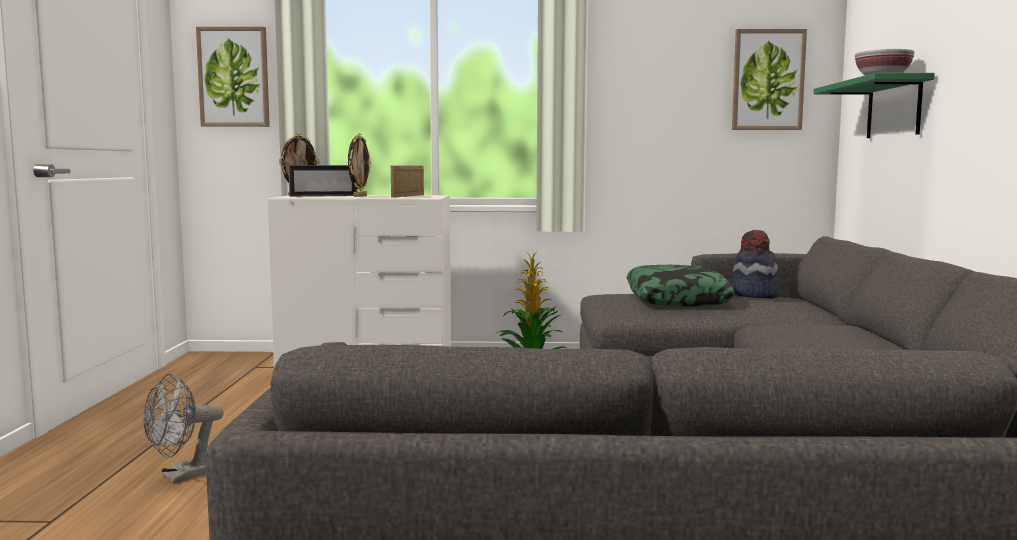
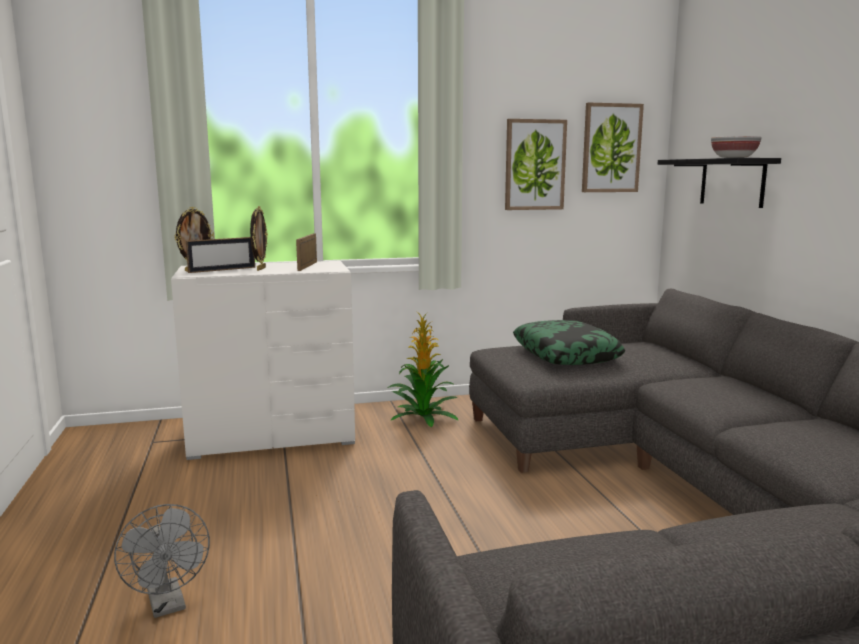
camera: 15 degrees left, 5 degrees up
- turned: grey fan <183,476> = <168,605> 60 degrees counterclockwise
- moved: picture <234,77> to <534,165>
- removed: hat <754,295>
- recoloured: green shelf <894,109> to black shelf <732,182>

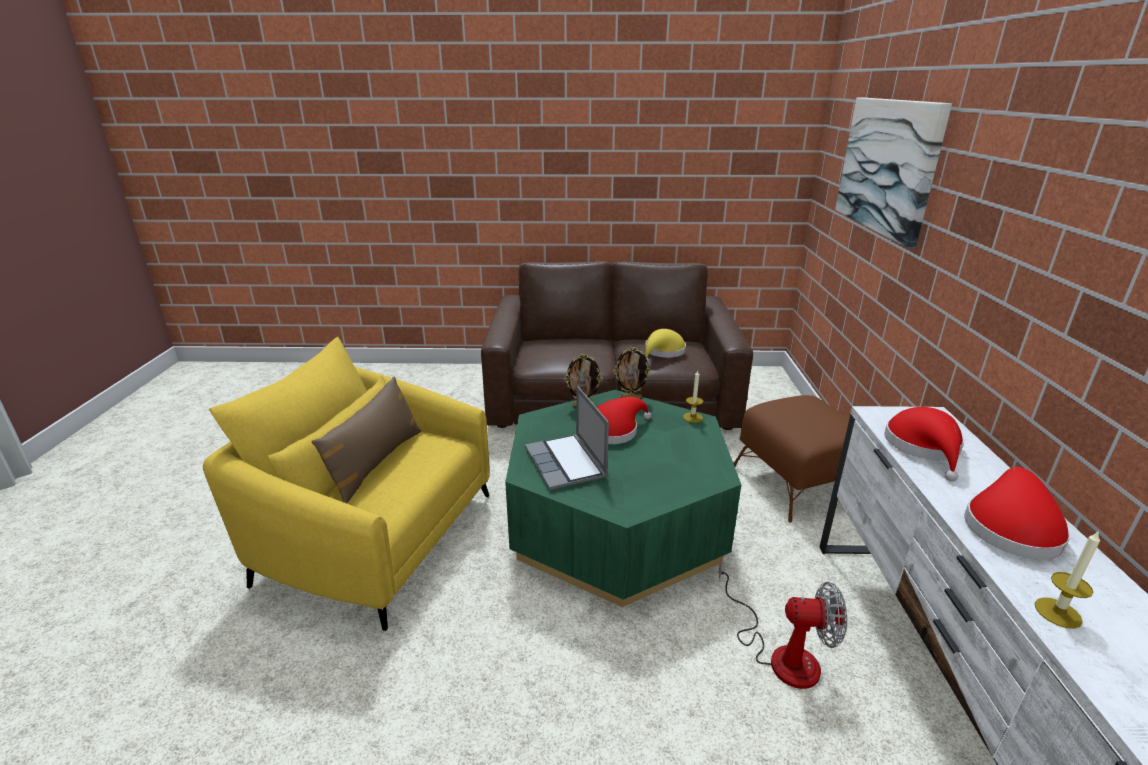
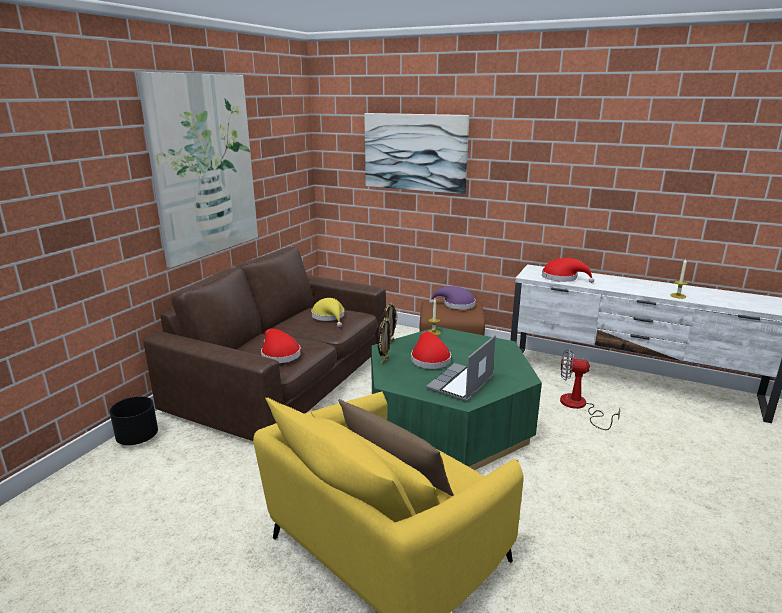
camera: 65 degrees left, 5 degrees down
- turned: laptop <567,463> = <460,384> 120 degrees clockwise
- turned: fan <780,654> = <579,406> 105 degrees counterclockwise
- moved: red hat <1010,527> to <279,354>
- added: black planter <138,438>
- added: picture <204,167>
- added: purple hat <456,305>

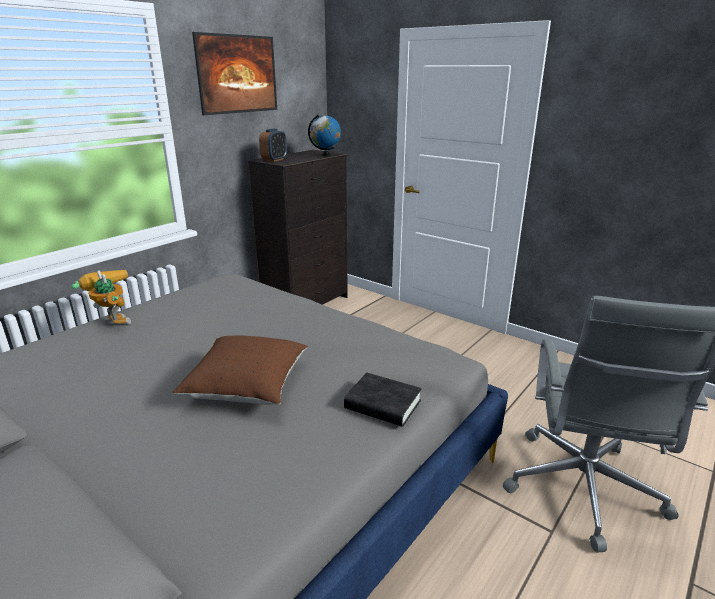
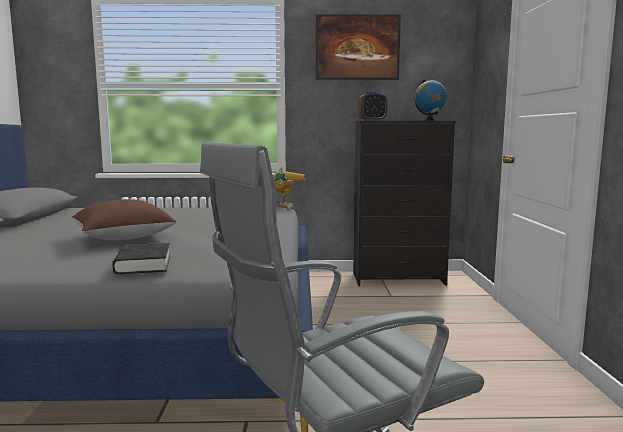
camera: 50 degrees right, 15 degrees down
- moved: toy robot <111,320> to <284,206>

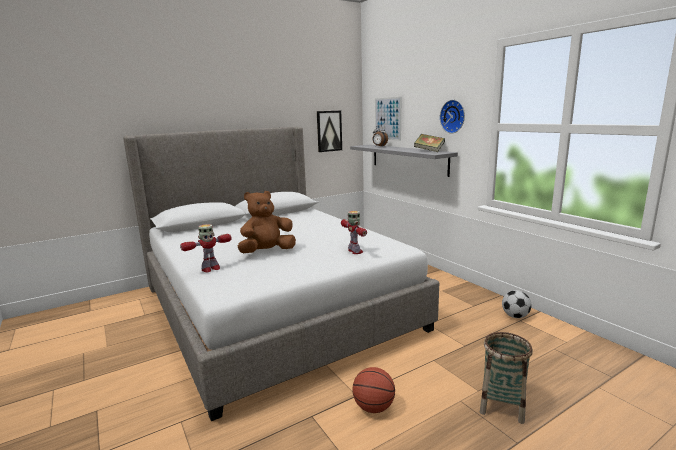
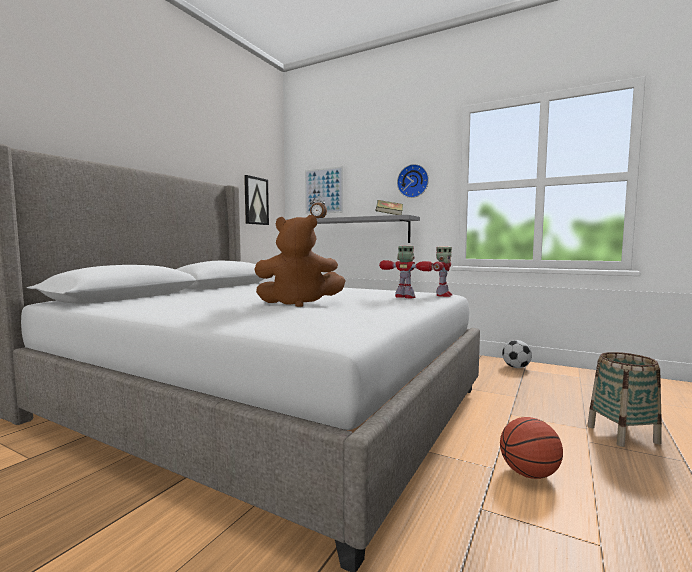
camera: 30 degrees left, 10 degrees down
- moved: toy robot <210,269> to <443,295>
- turned: brown plush toy <267,252> = <299,304> 120 degrees counterclockwise

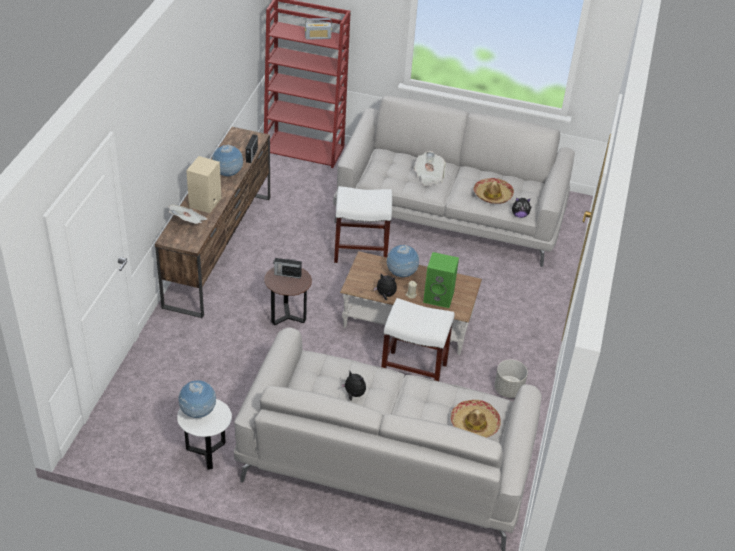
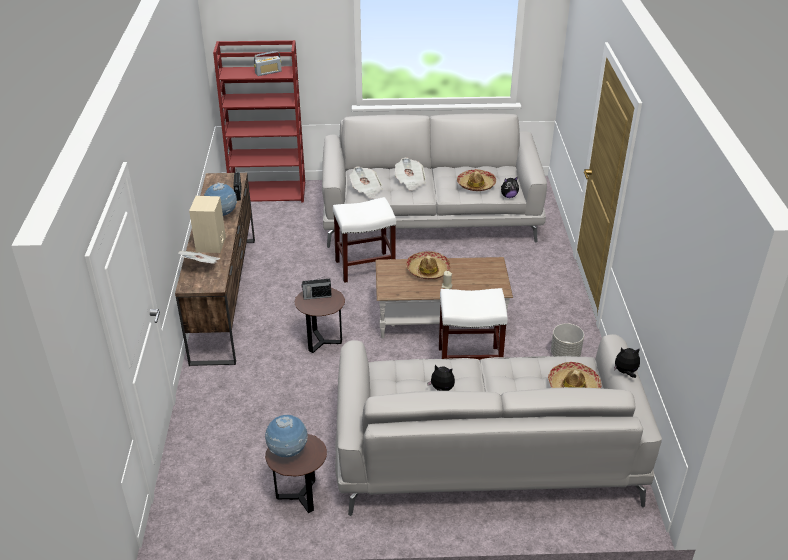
camera: 15 degrees left, 5 degrees down
- recoloured: white side table <207,453> to brown side table <300,497>
- moved: plush toy <385,295> to <625,372>
- replaced: globe <401,274> to hat <428,270>
- removed: green speaker <439,297>
- added: newspaper <366,190>

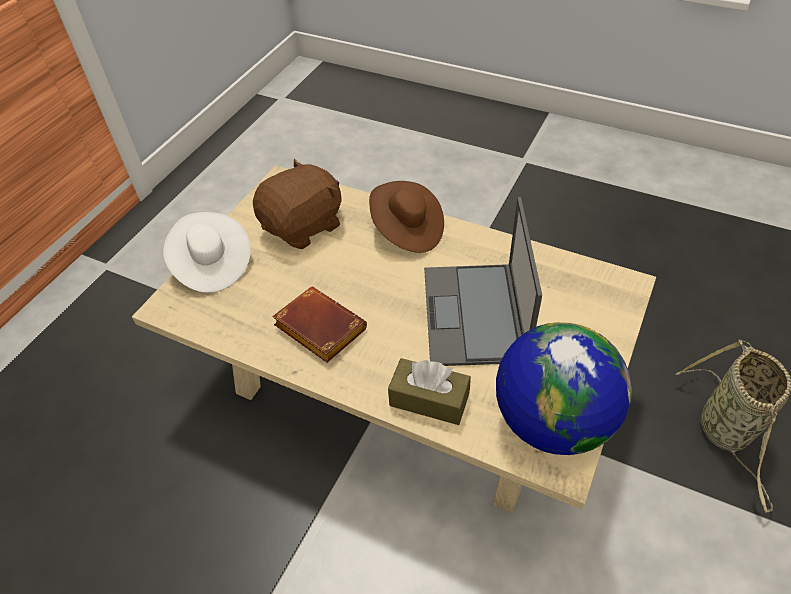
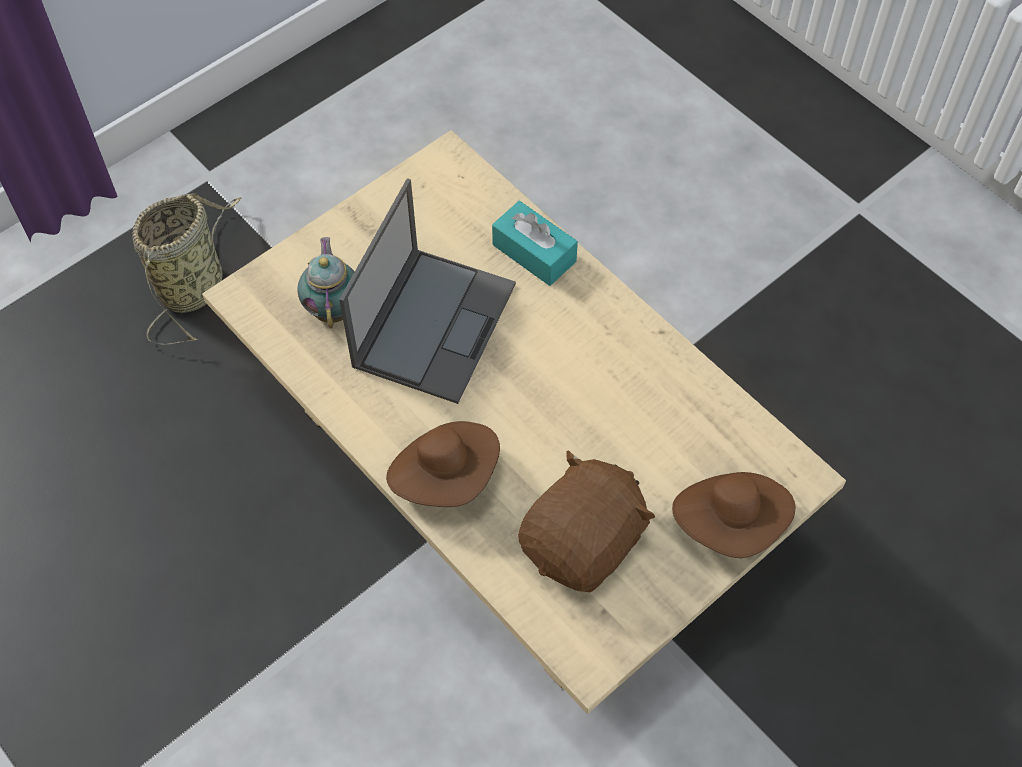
camera: 160 degrees left, 10 degrees up
- recoloured: white hat <211,265> to brown hat <730,523>
- turned: brown plush toy <304,226> = <584,543> 150 degrees clockwise
- removed: brown book <317,329>
- recoloured: brown tissue box <429,399> to turquoise tissue box <534,253>
- removed: globe <552,420>
- added: teapot <333,308>

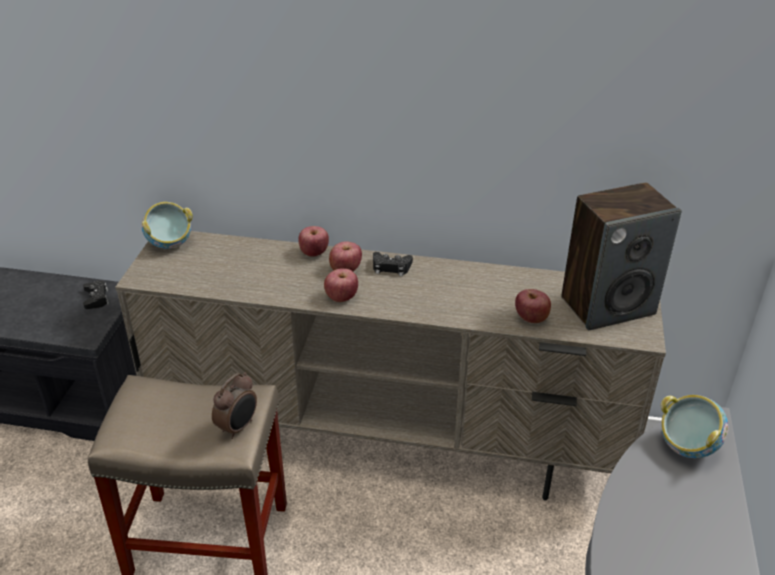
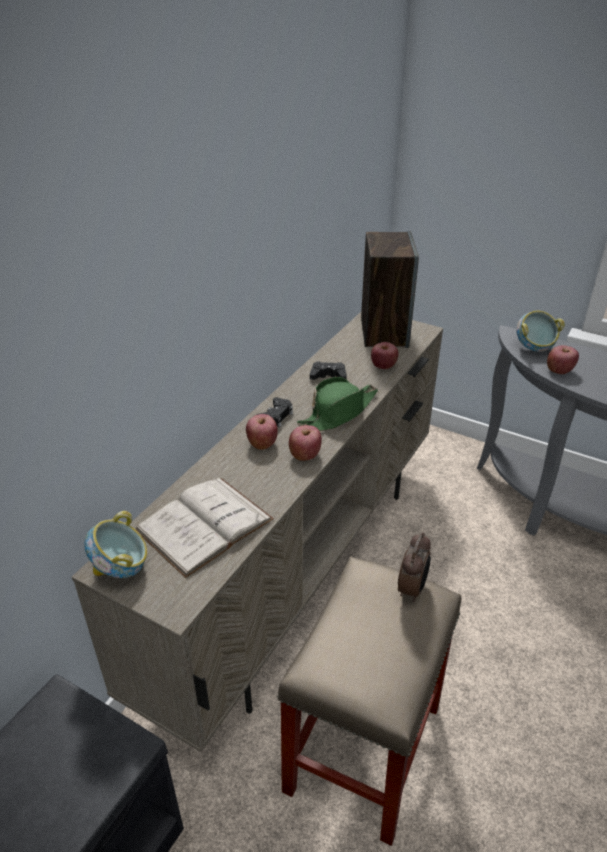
camera: 70 degrees left, 0 degrees up
- moved: black game controller <96,298> to <328,376>
- turned: alarm clock <238,427> = <412,588> 60 degrees clockwise
- moved: apple <314,253> to <559,370>
- added: white book <204,524>
- added: green hat <338,412>

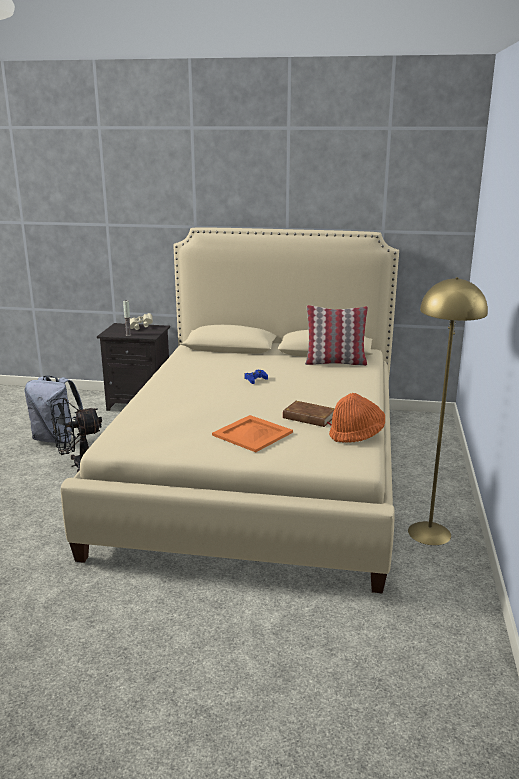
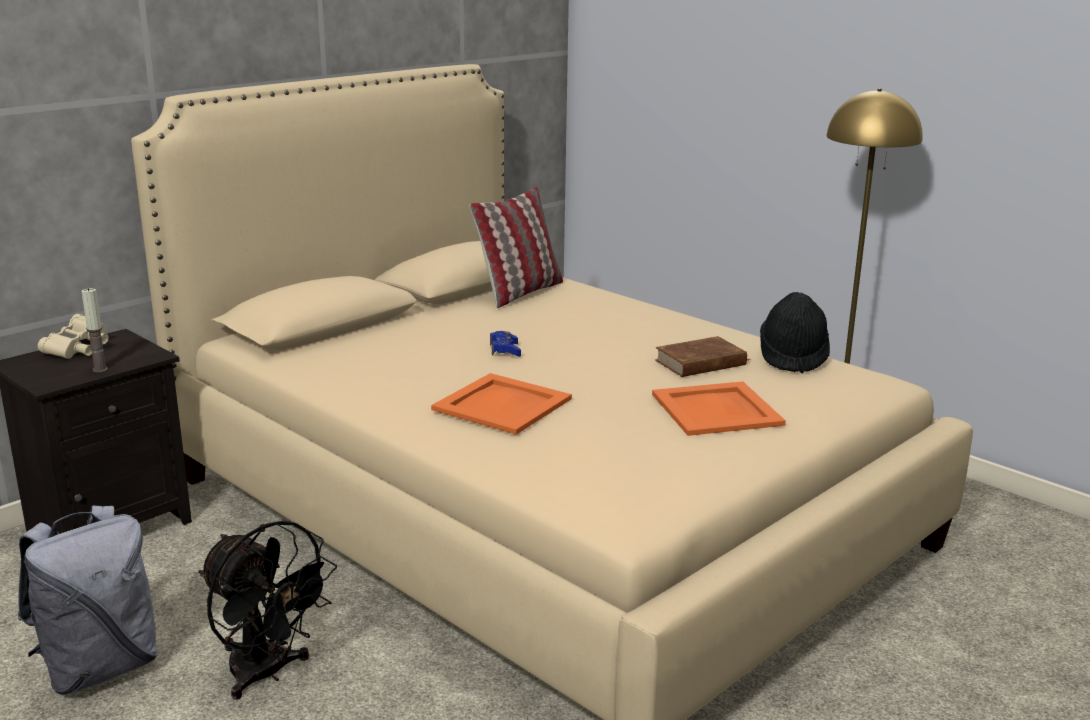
camera: 55 degrees left, 0 degrees up
- turned: black fan <78,465> = <267,674> 60 degrees counterclockwise
- recoloured: orange hat <356,435> to black hat <793,357>
- added: orange tray <501,404>

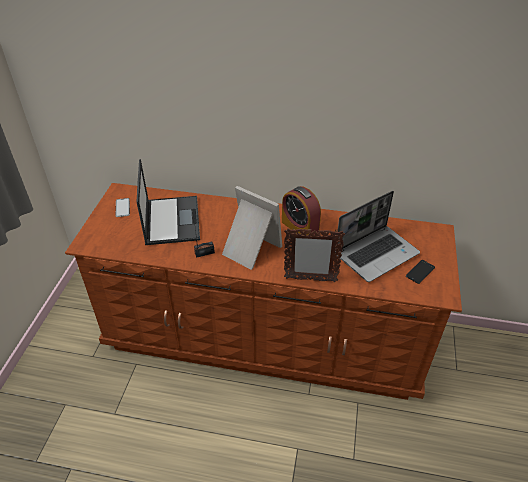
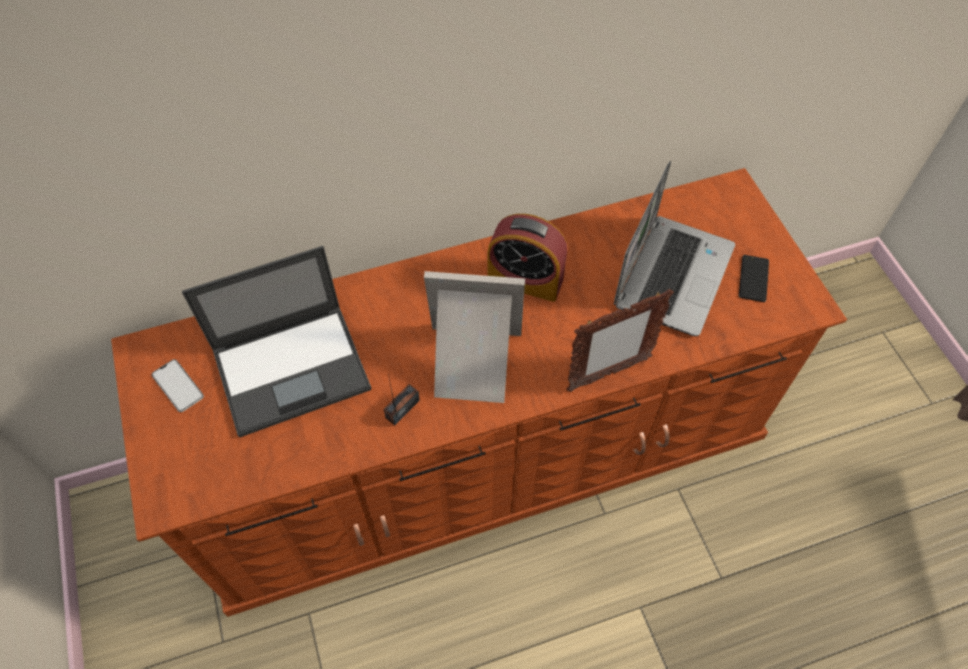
camera: 30 degrees left, 15 degrees up
- turned: laptop <171,220> = <293,368> 105 degrees clockwise

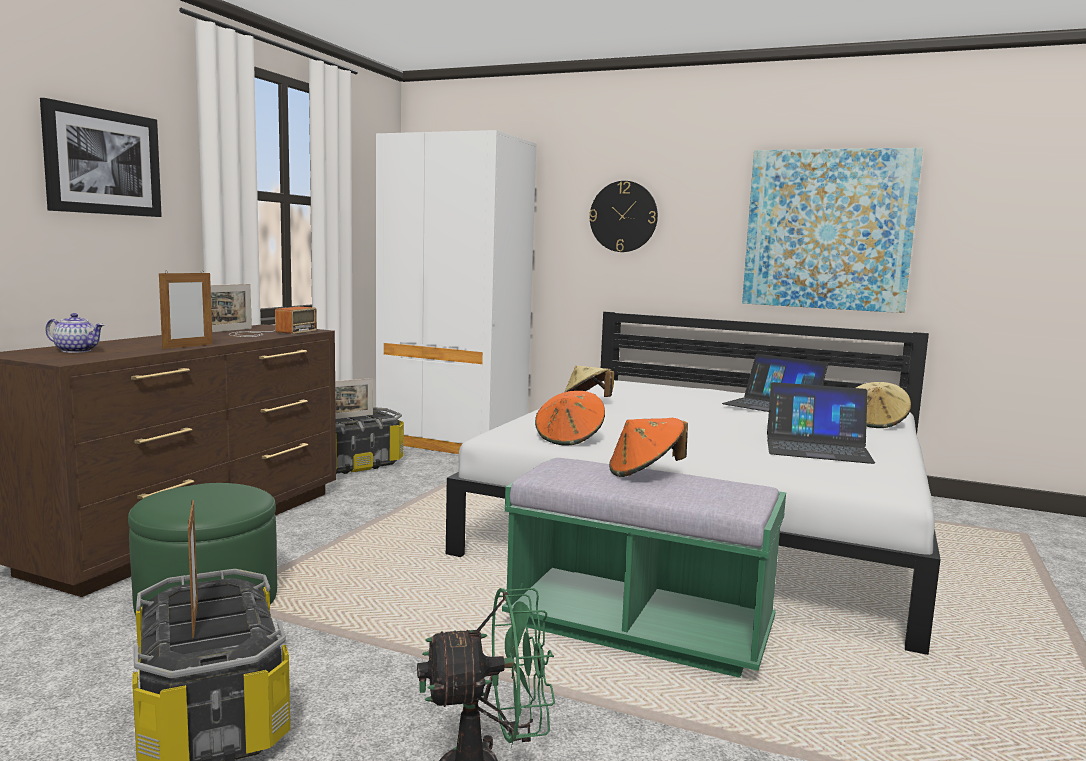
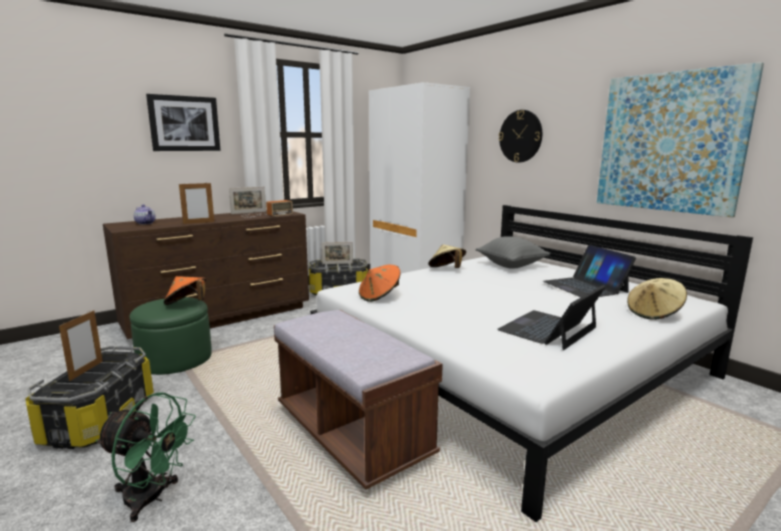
camera: 30 degrees right, 5 degrees up
- recoloured: green bench <638,629> to brown bench <352,434>
- moved: orange hat <645,473> to <187,304>
- turned: laptop <817,448> = <549,329> 90 degrees clockwise
- added: grey pillow <511,266>

